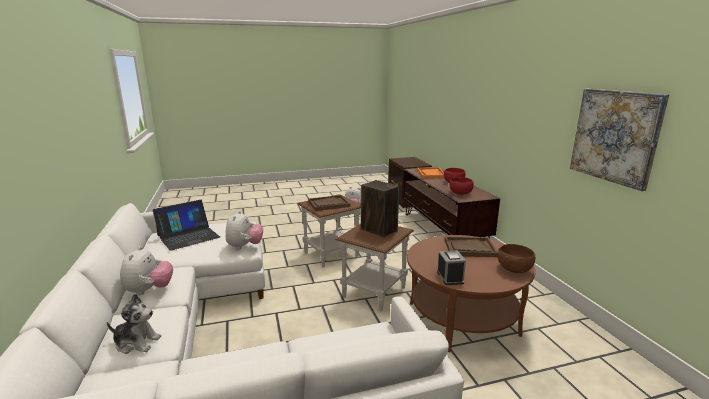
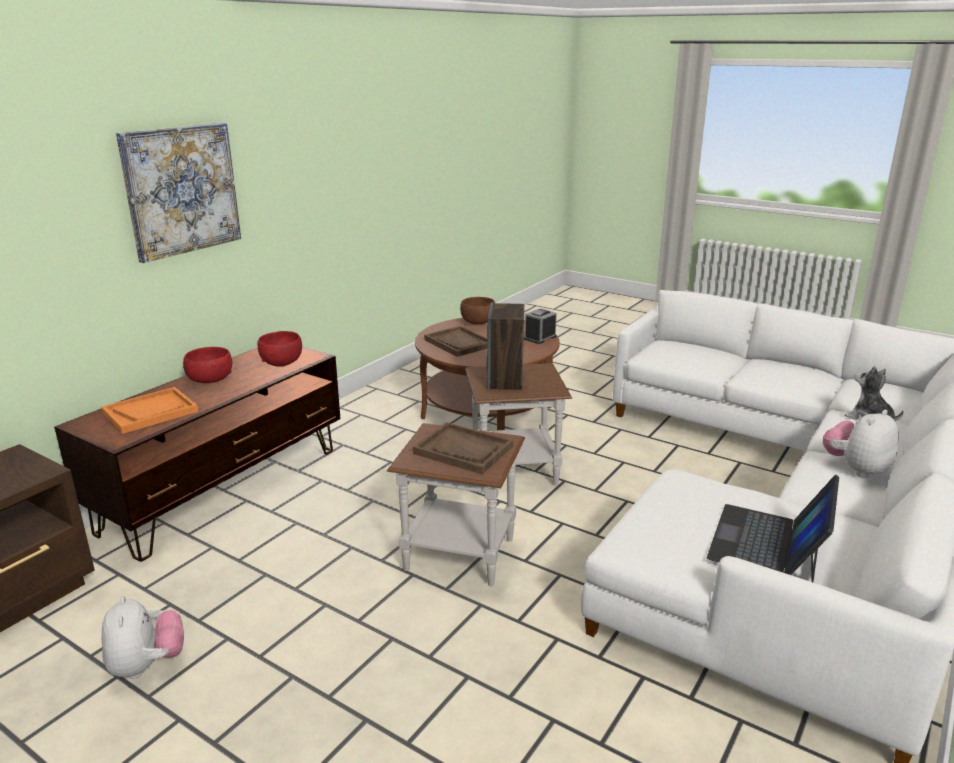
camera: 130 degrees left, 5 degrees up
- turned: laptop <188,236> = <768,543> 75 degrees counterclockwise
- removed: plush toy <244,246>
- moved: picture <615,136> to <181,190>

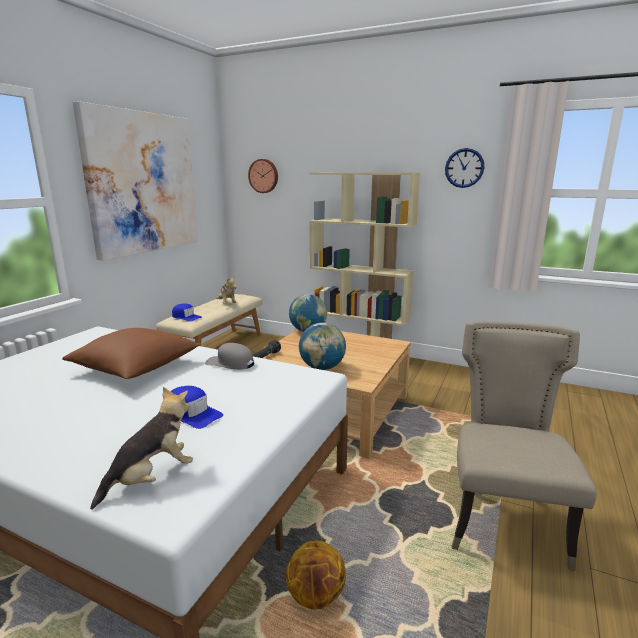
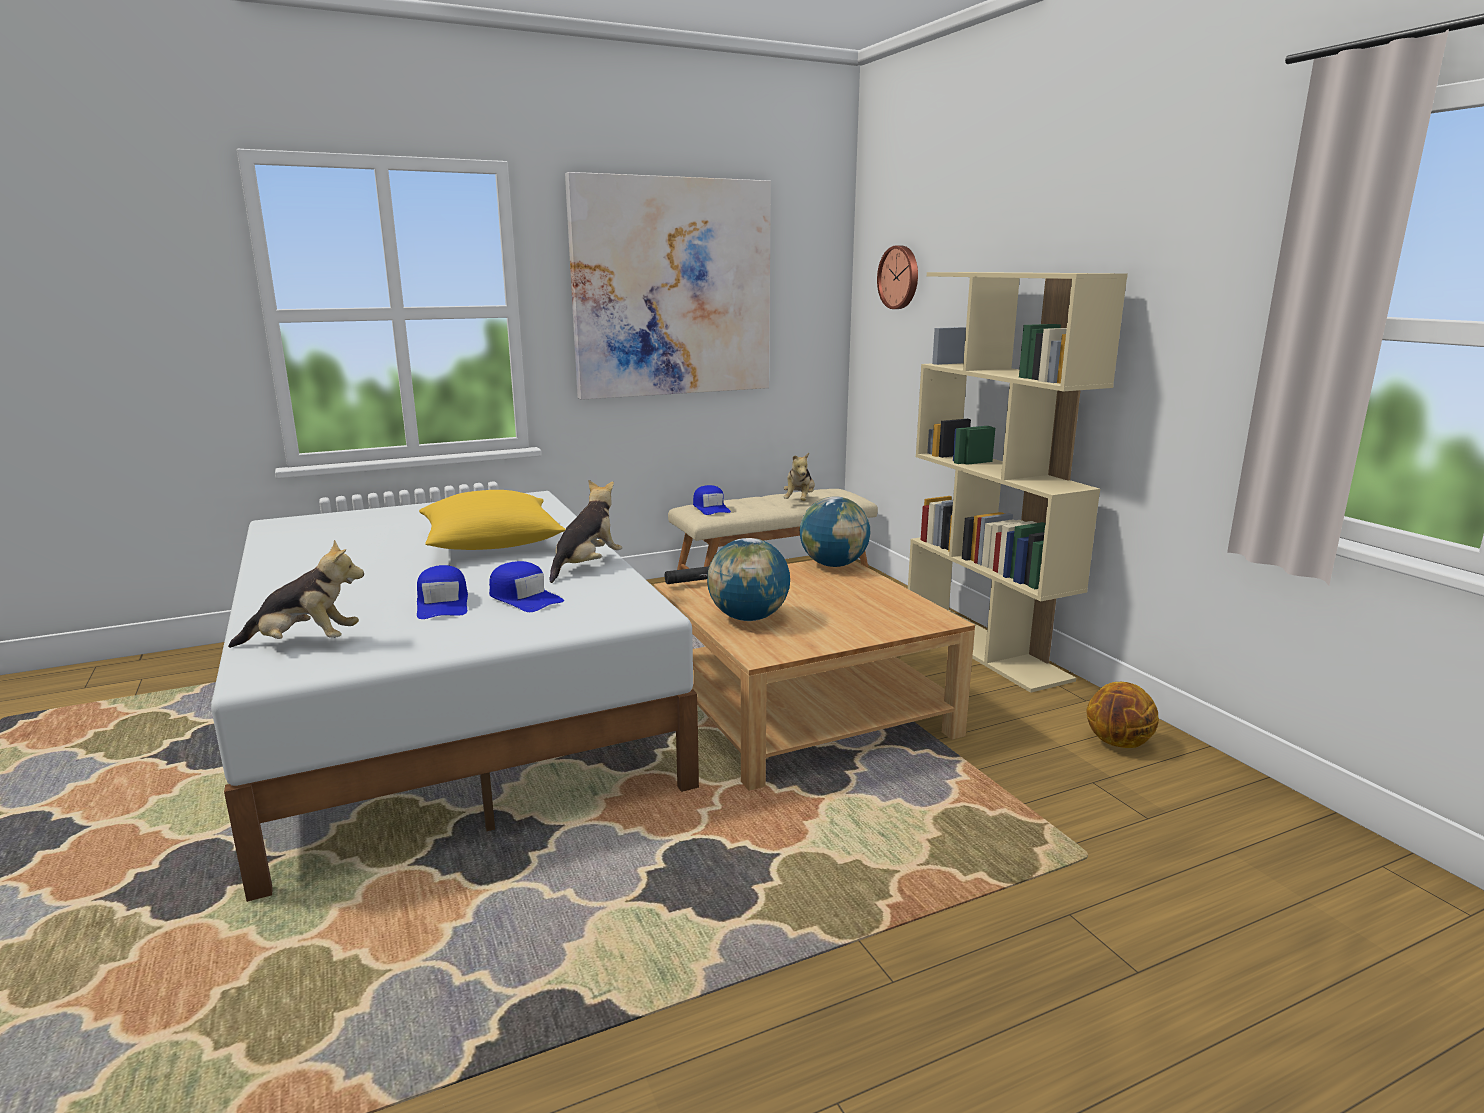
camera: 40 degrees right, 0 degrees up
- recoloured: brown pillow <136,367> to yellow pillow <491,543>
- replaced: grey cap <230,363> to plush toy <586,566>
- moved: basketball <316,596> to <1118,743>
- removed: wall clock <464,168>
- removed: beige chair <503,520>
- added: blue cap <524,598>

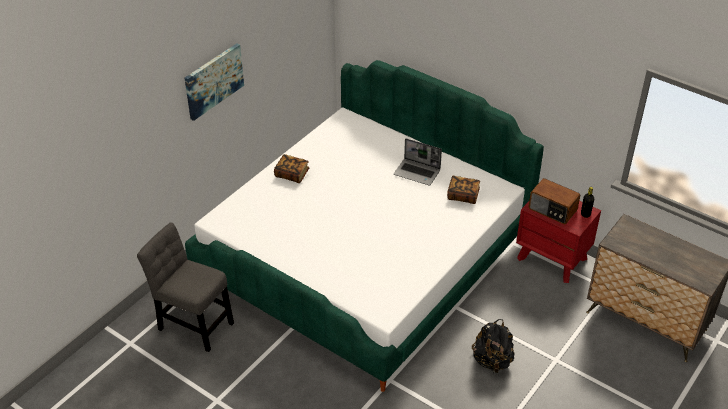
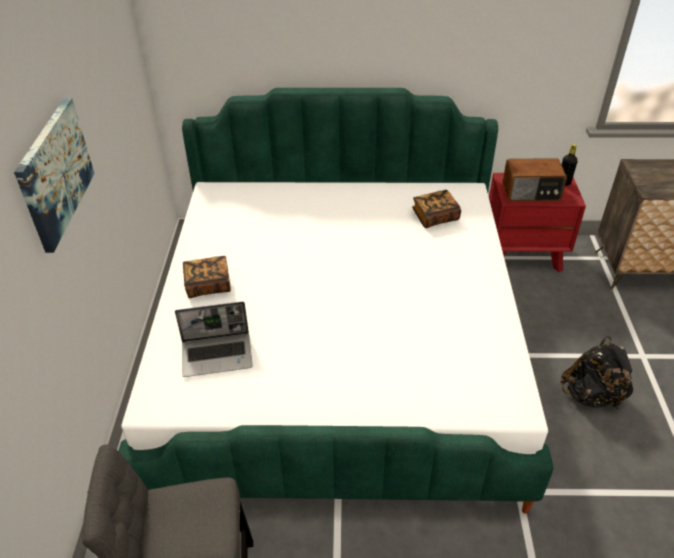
camera: 35 degrees left, 0 degrees up
- moved: laptop <417,172> to <218,355>

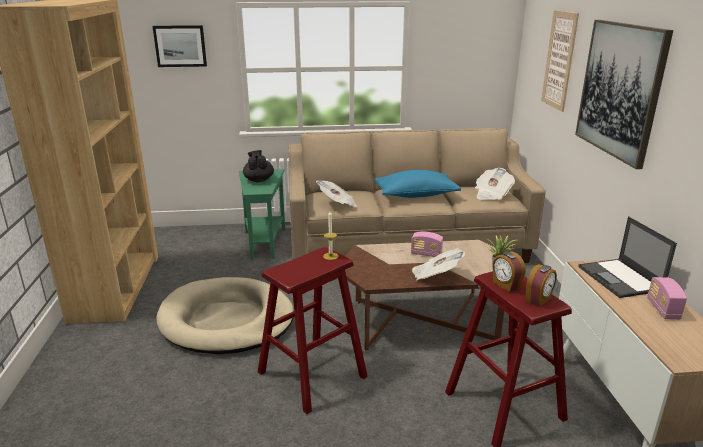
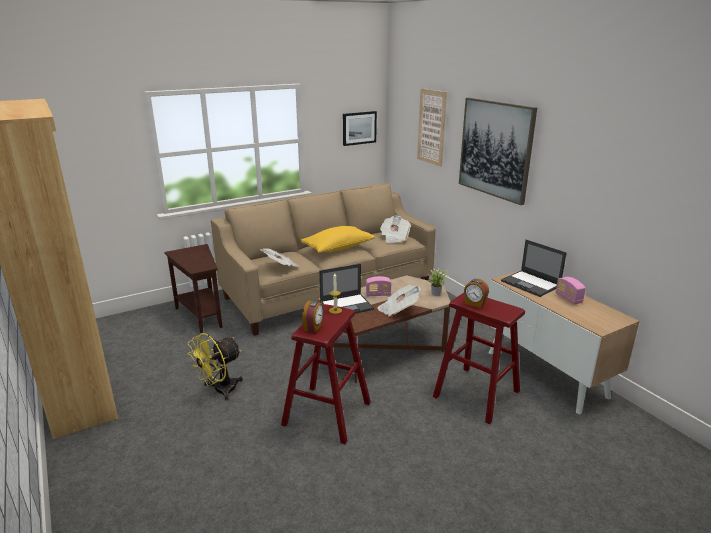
camera: 25 degrees left, 0 degrees up
- moved: picture <180,46> to <359,128>
- replaced: beige dog bed <227,320> to yellow fan <220,391>
- recoloured: green side table <264,242> to brown side table <201,315>
- removed: black teapot <259,180>
- recoloured: blue pillow <416,195> to yellow pillow <338,248>
- moved: alarm clock <538,299> to <313,327>
- added: laptop <347,305>

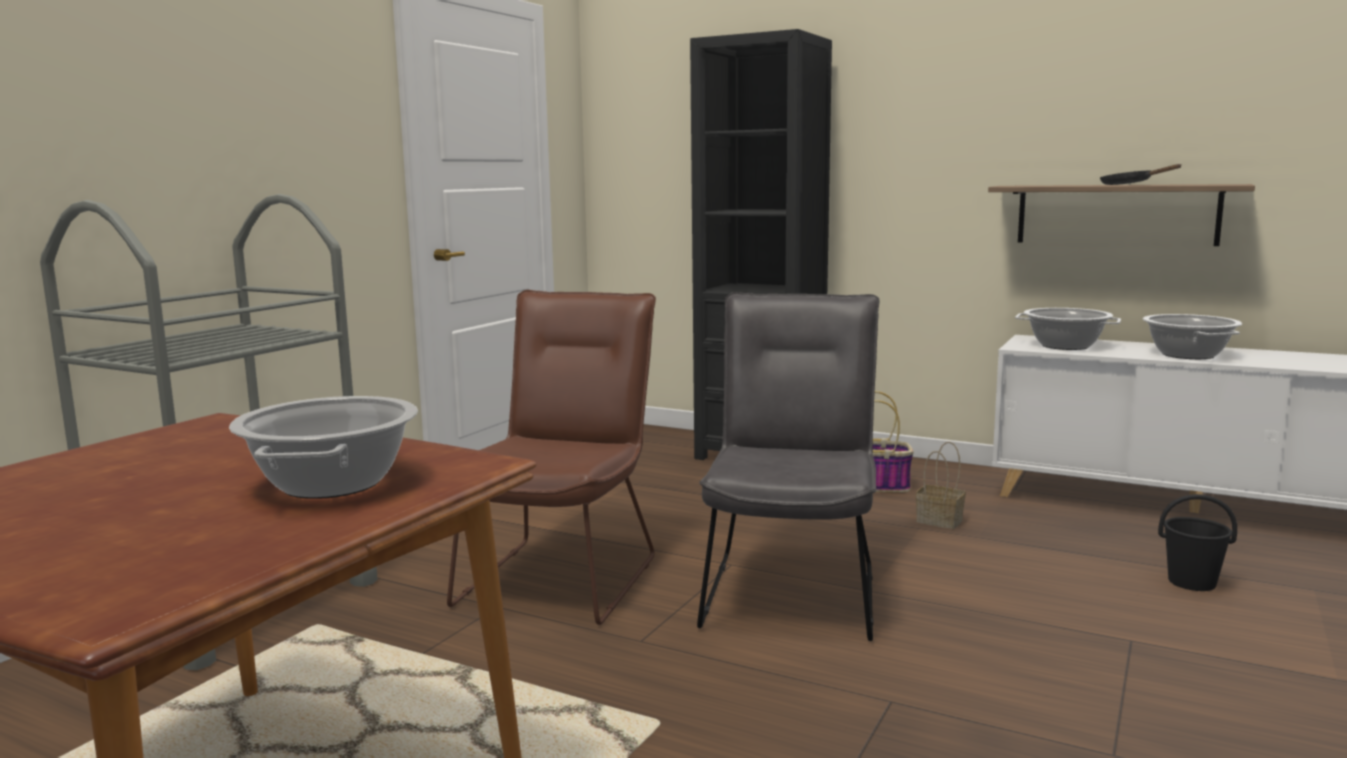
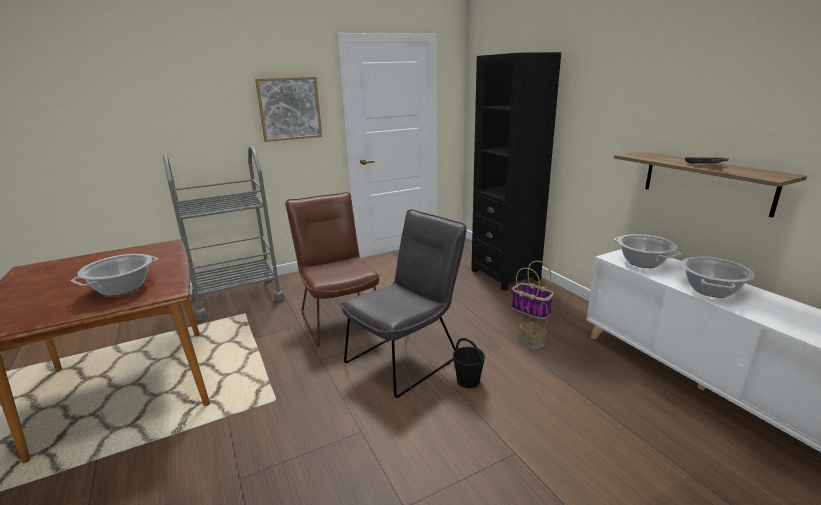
camera: 35 degrees right, 10 degrees up
- turned: brown chair <564,575> = <339,318> 75 degrees counterclockwise
- moved: black bucket <1192,582> to <468,381>
- added: picture <289,109>

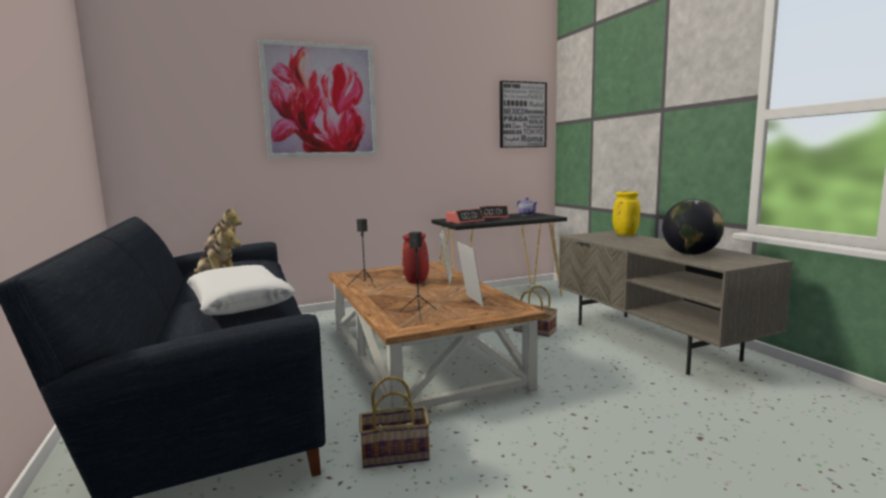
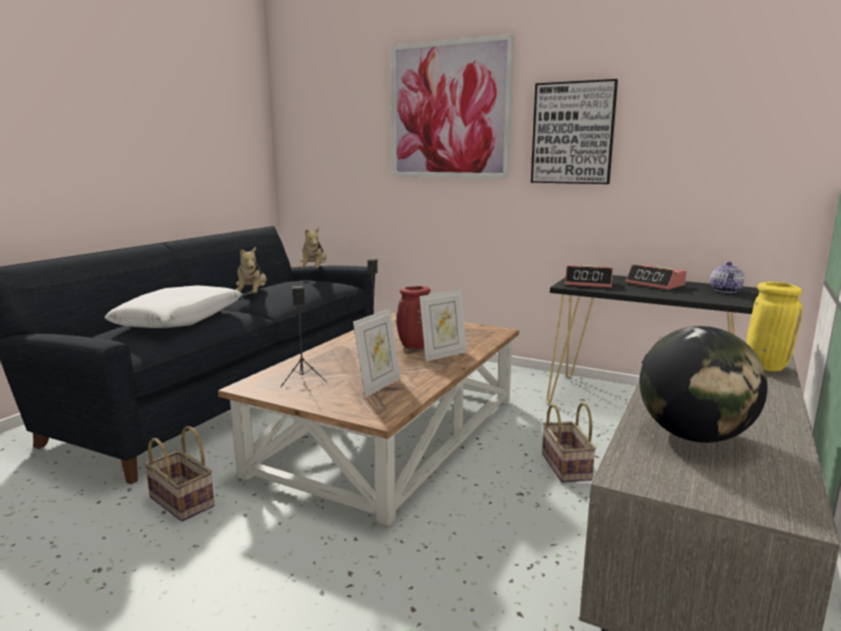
camera: 50 degrees right, 5 degrees up
- moved: picture <522,115> to <573,133>

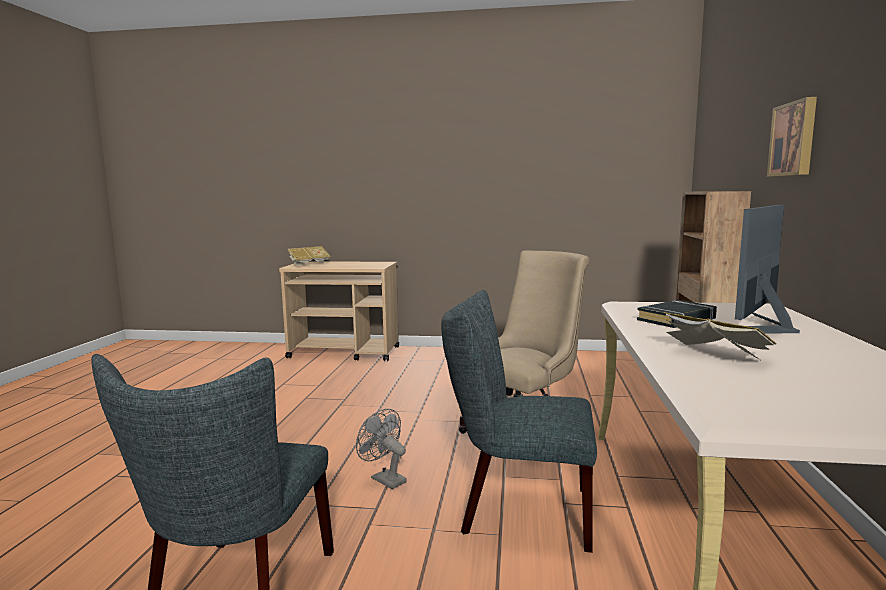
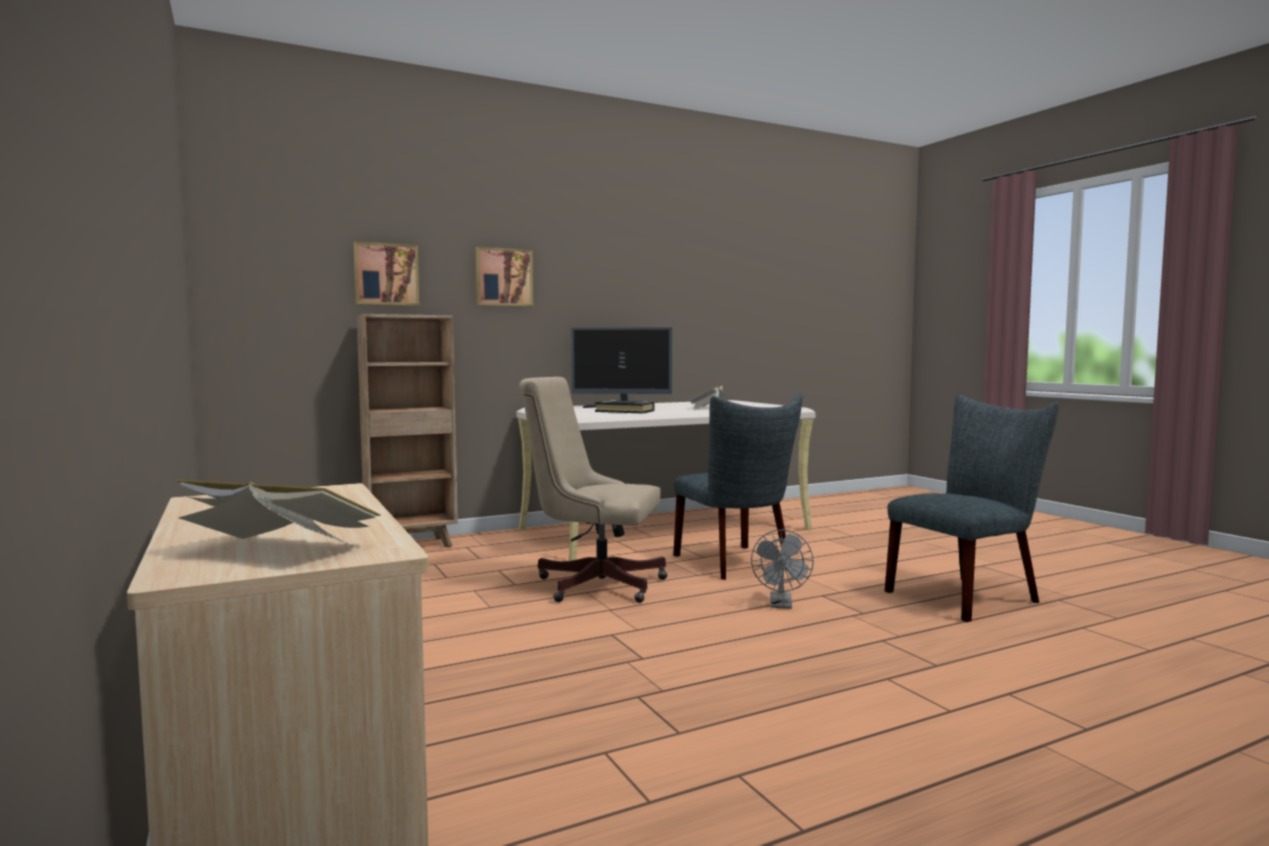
camera: 125 degrees left, 5 degrees down
- added: picture <386,274>

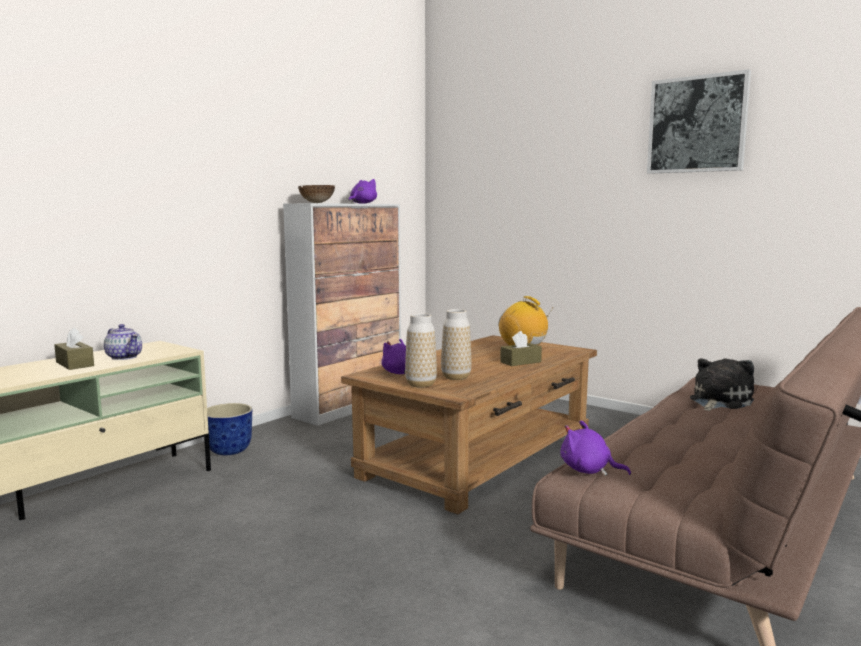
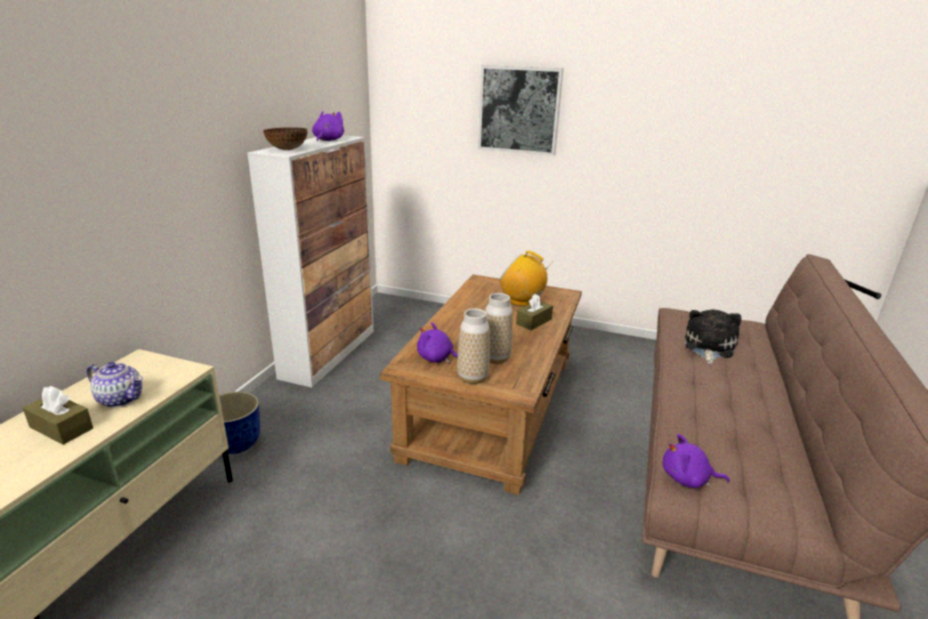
camera: 20 degrees left, 15 degrees up
- moved: picture <697,124> to <519,110>

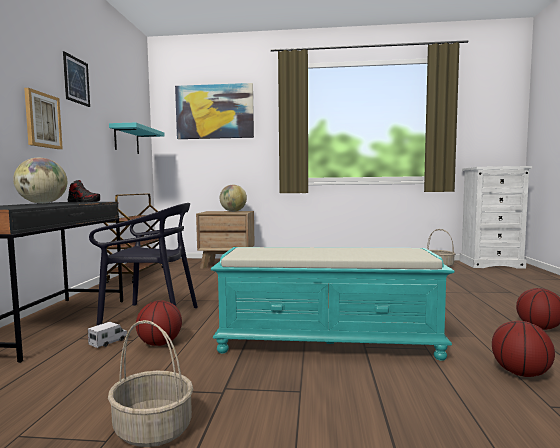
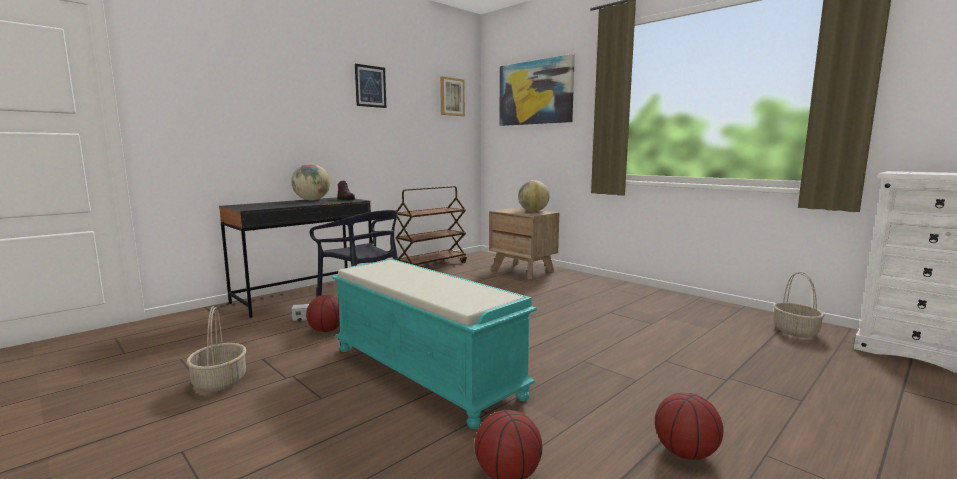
camera: 40 degrees right, 5 degrees up
- moved: picture <42,120> to <451,97>
- removed: turquoise shelf <126,140>

